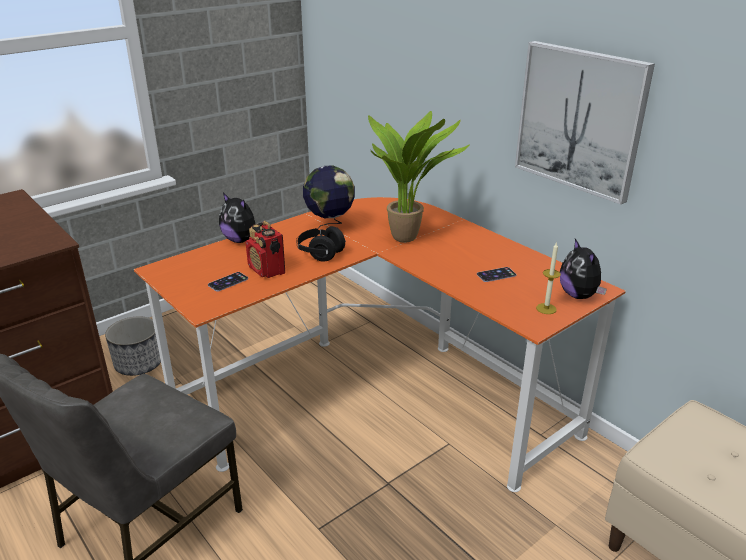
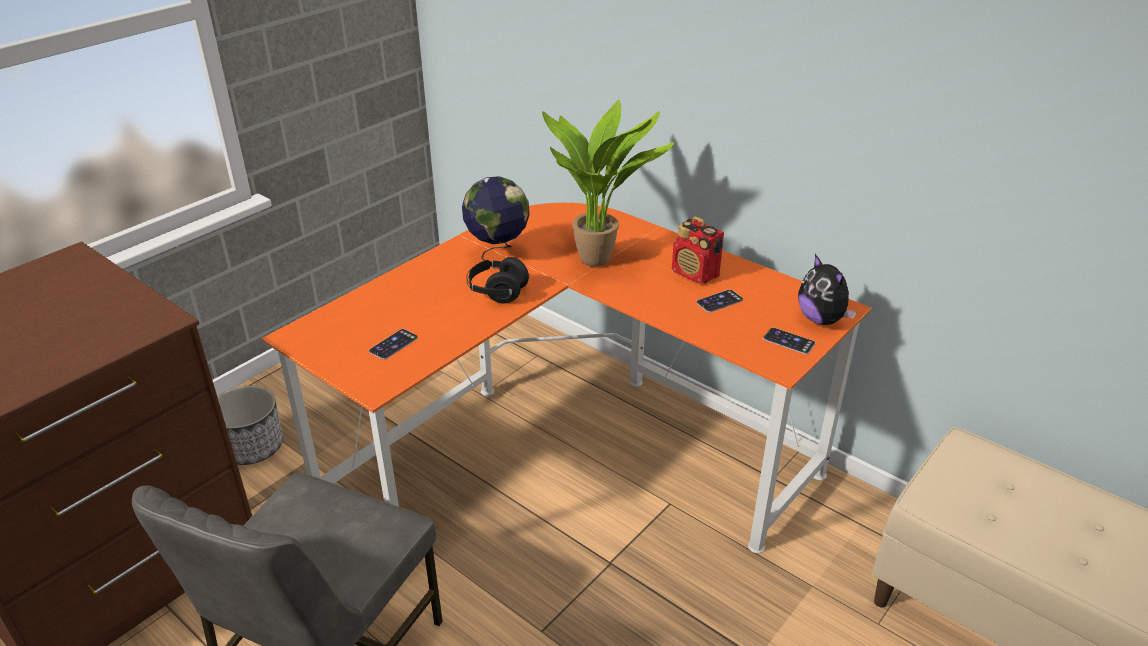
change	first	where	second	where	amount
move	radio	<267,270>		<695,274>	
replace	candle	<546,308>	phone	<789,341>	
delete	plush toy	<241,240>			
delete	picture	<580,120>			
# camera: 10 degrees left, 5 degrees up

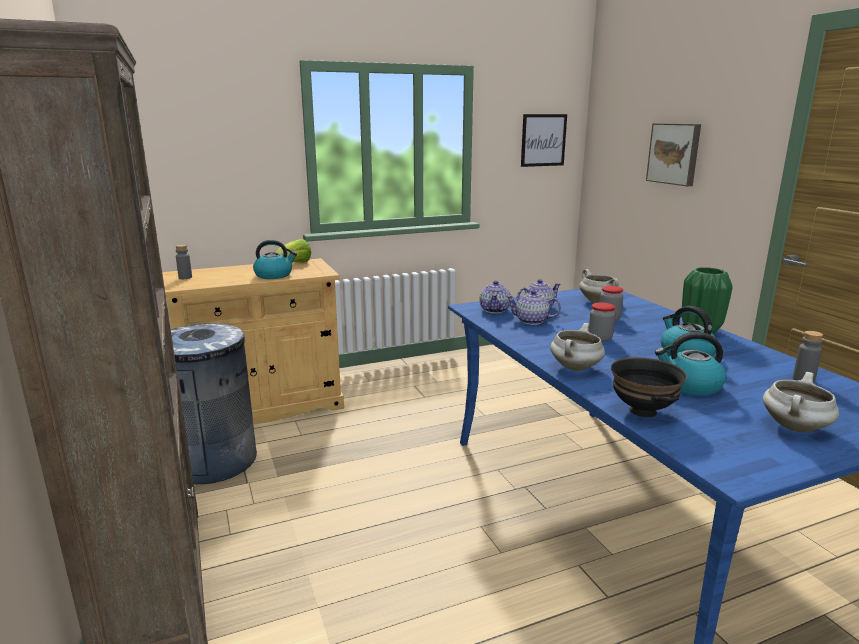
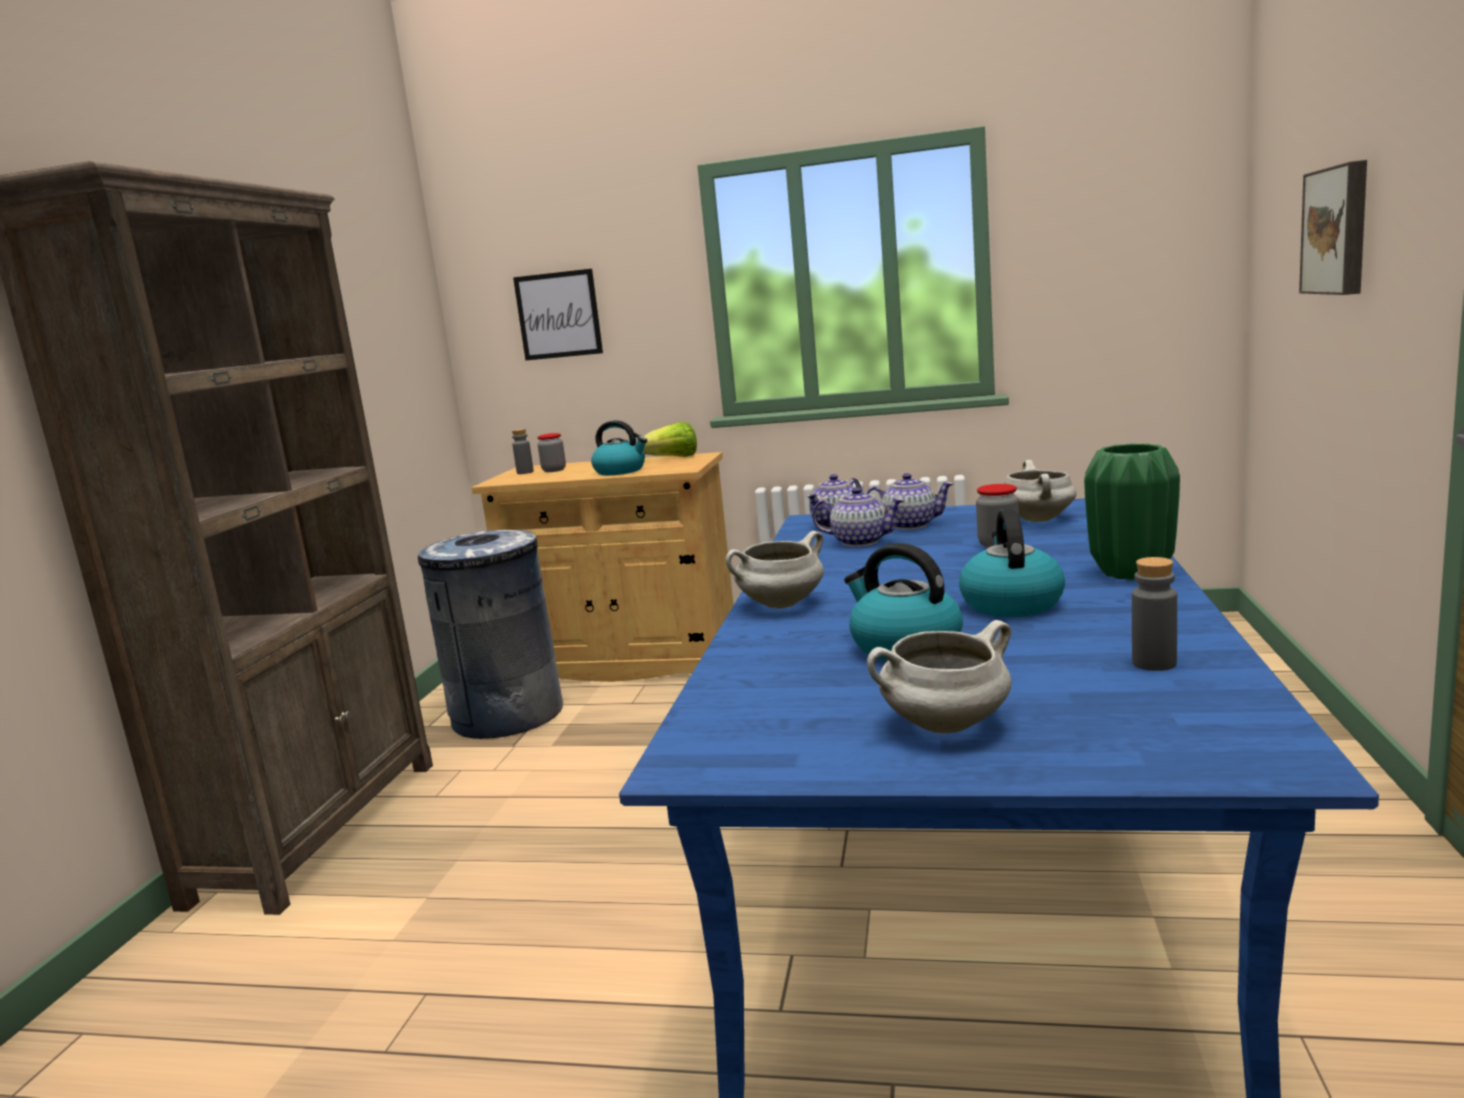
change	first	where	second	where	amount
move	picture	<543,140>		<558,315>	
move	jar	<600,338>		<554,470>	
rotate	teapot	<532,321>		<859,541>	150 degrees clockwise
delete	black bowl	<642,411>			
# camera: 35 degrees right, 5 degrees down

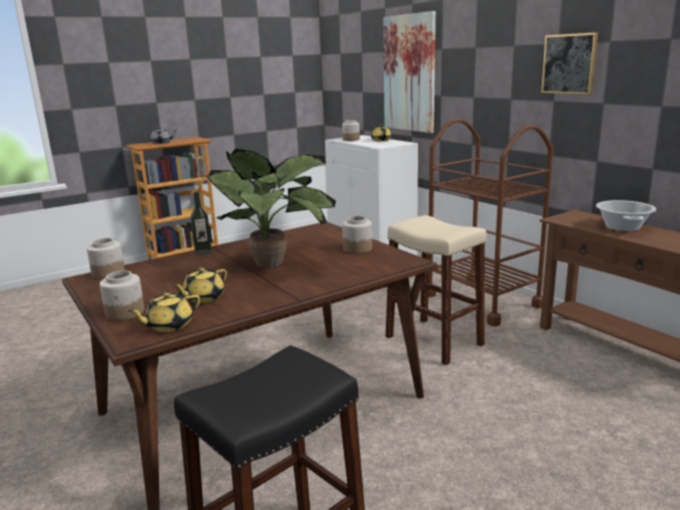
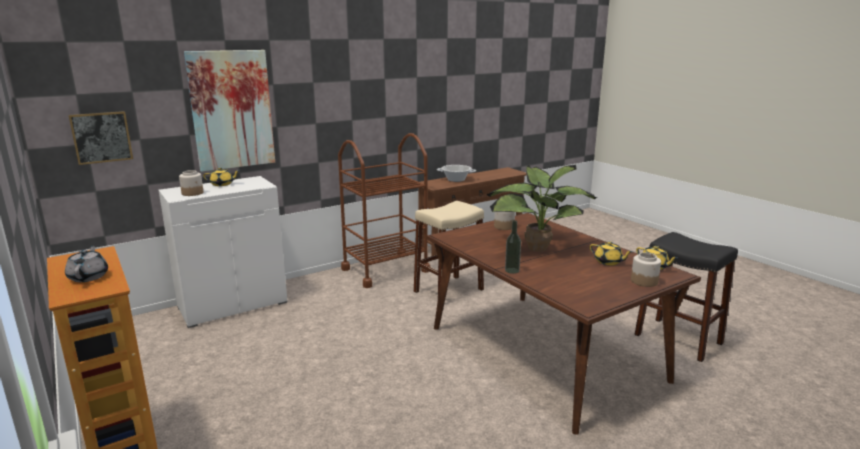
change	first	where	second	where	amount
move	picture	<569,64>		<101,137>	
delete	jar	<108,273>			
# camera: 90 degrees left, 0 degrees up

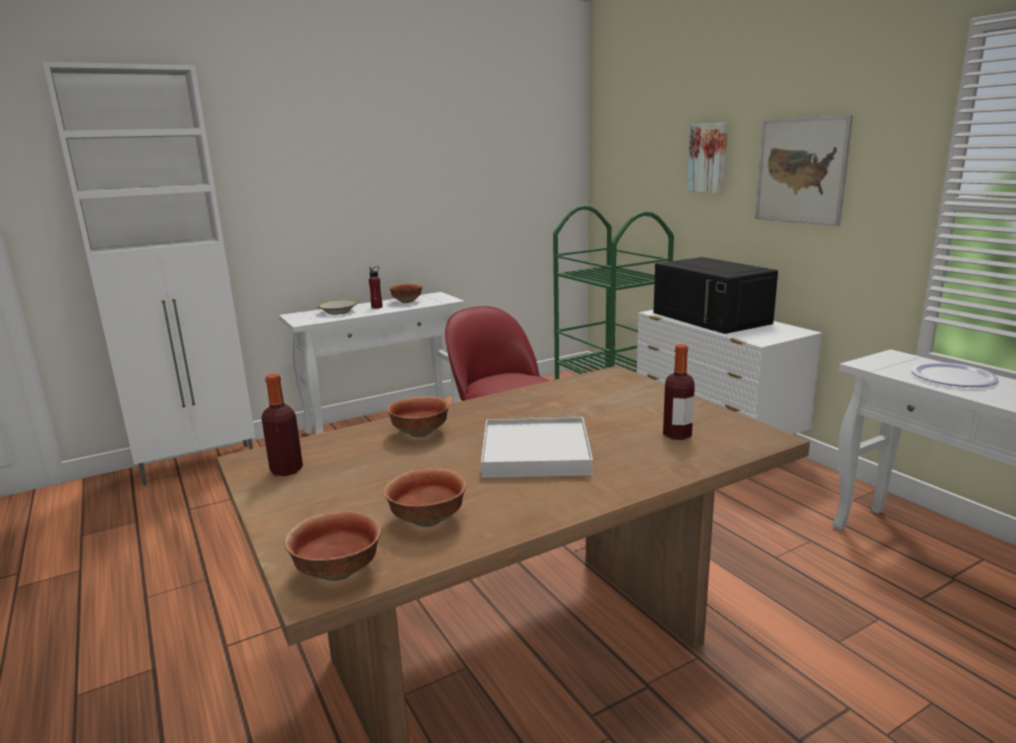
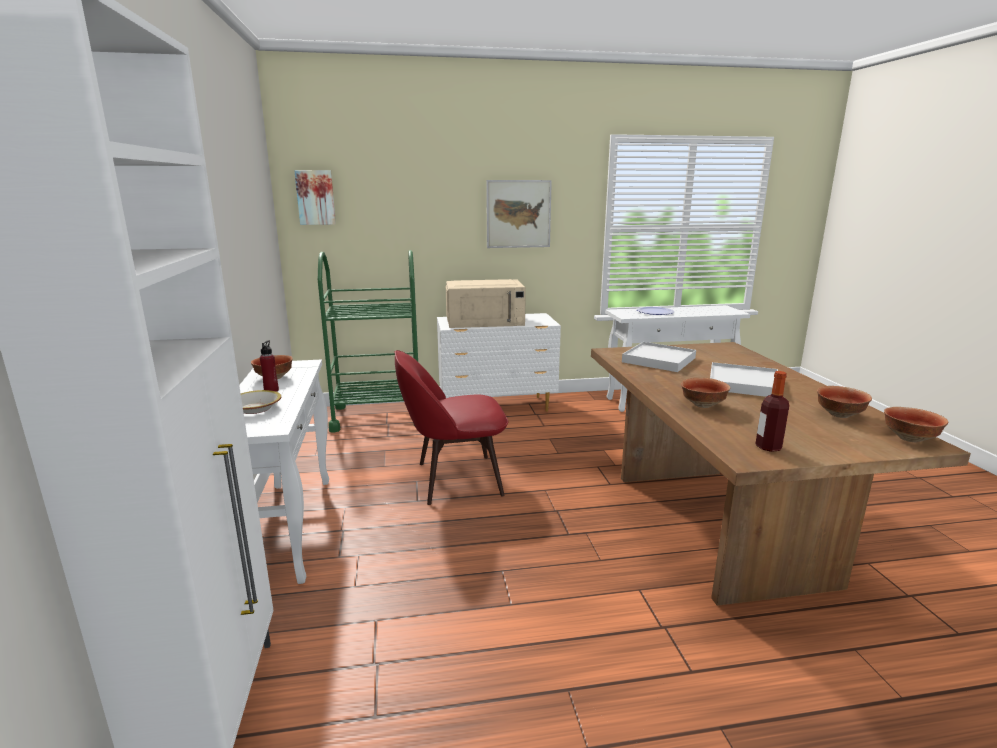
change	first	where	second	where	amount
move	picture	<709,158>		<315,197>	
recolor	black microwave	<712,318>	beige microwave	<485,321>	
insert			white tray	<658,360>	
delete	bottle	<677,435>			
# camera: 70 degrees left, 0 degrees up

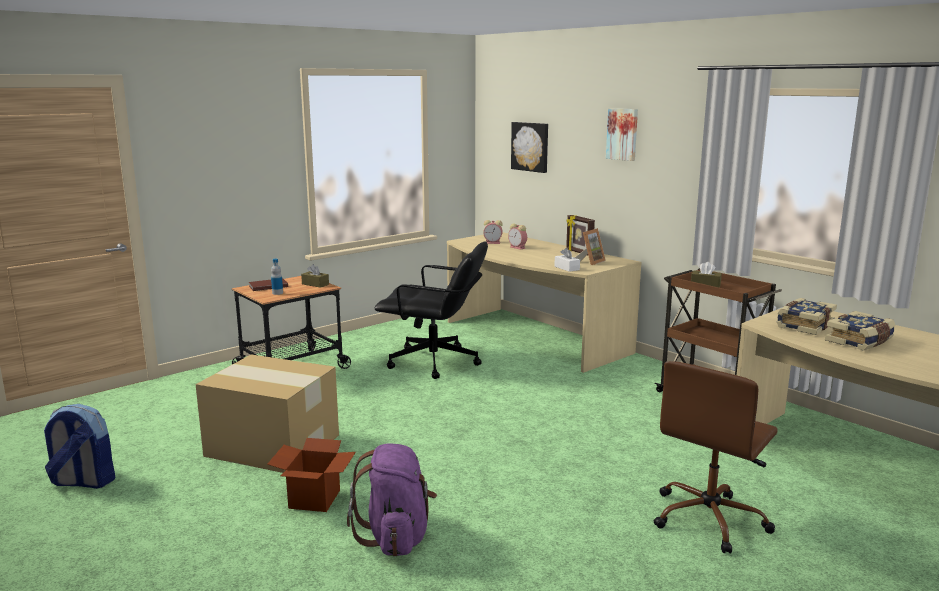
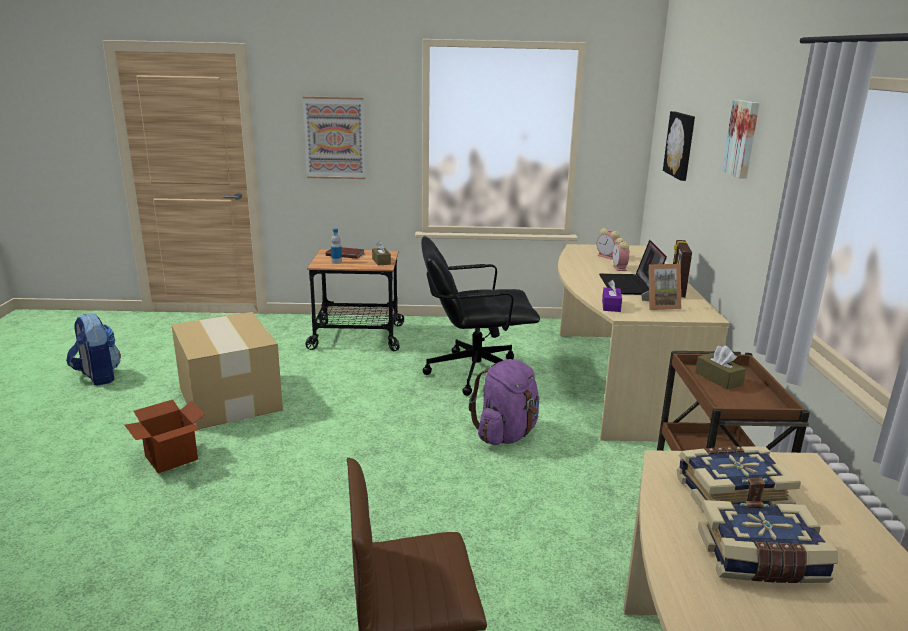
change	first	where	second	where	amount
insert			picture	<334,138>	
rotate	black office chair	<435,362>		<474,372>	120 degrees clockwise
move	purple backpack	<396,537>		<506,434>	
insert			laptop	<630,285>	
recolor	white tissue box	<567,268>	purple tissue box	<611,306>	
# camera: 40 degrees right, 5 degrees up

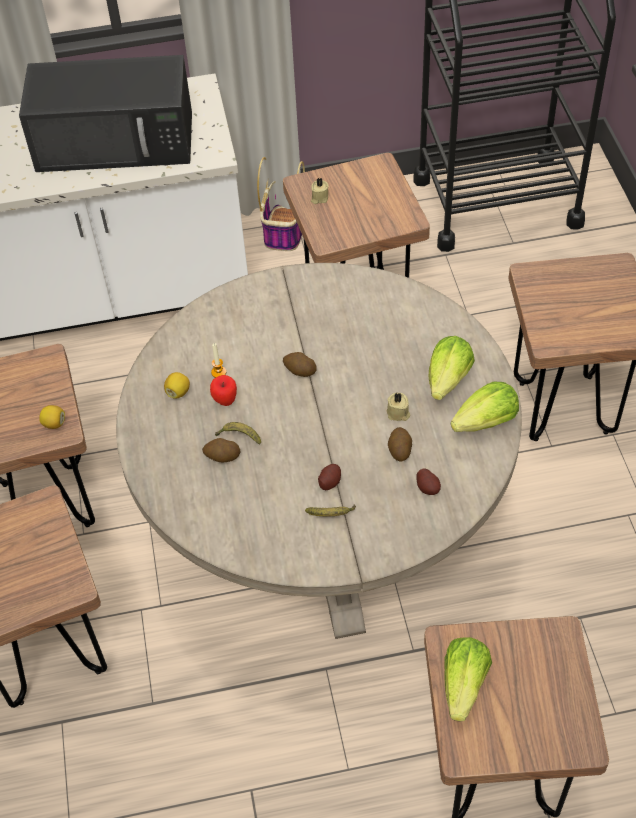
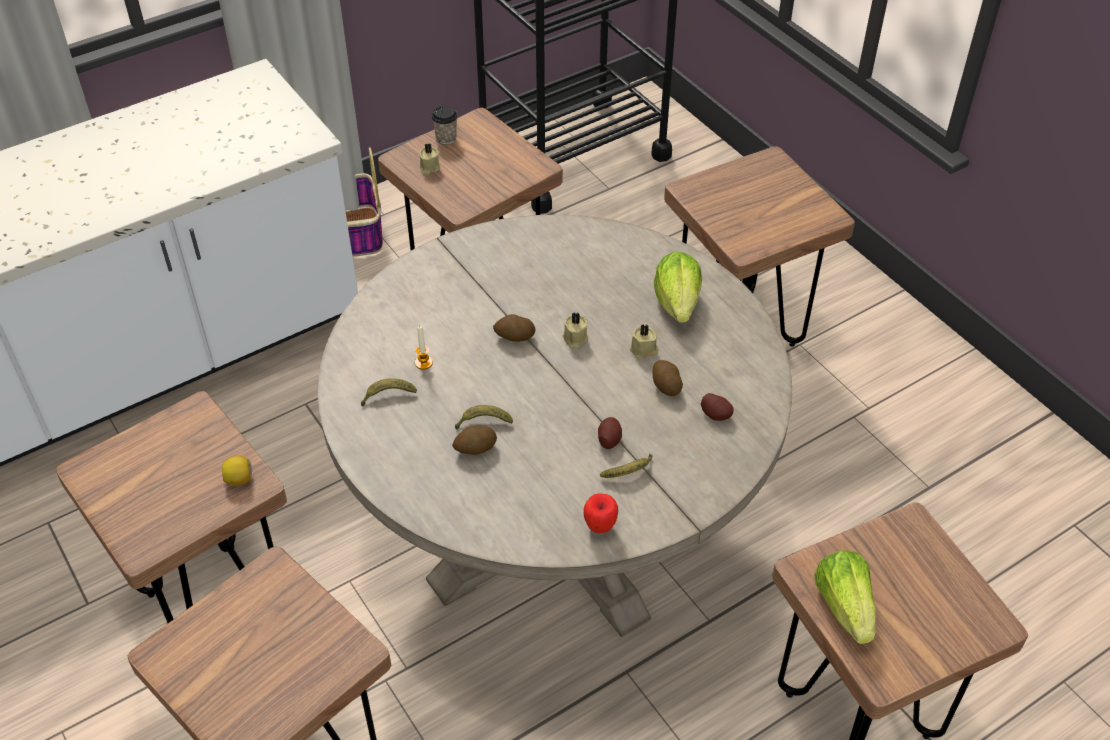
change	first	where	second	where	amount
replace	lemon	<178,392>	banana	<387,396>	
insert			cup	<446,138>	
insert			beige candle	<574,339>	
move	apple	<225,401>		<600,527>	
delete	black microwave	<117,140>			
delete	lettuce	<486,422>			
# camera: 25 degrees left, 5 degrees down

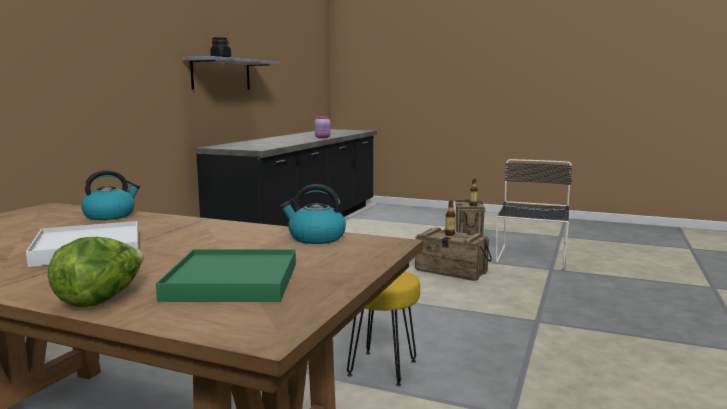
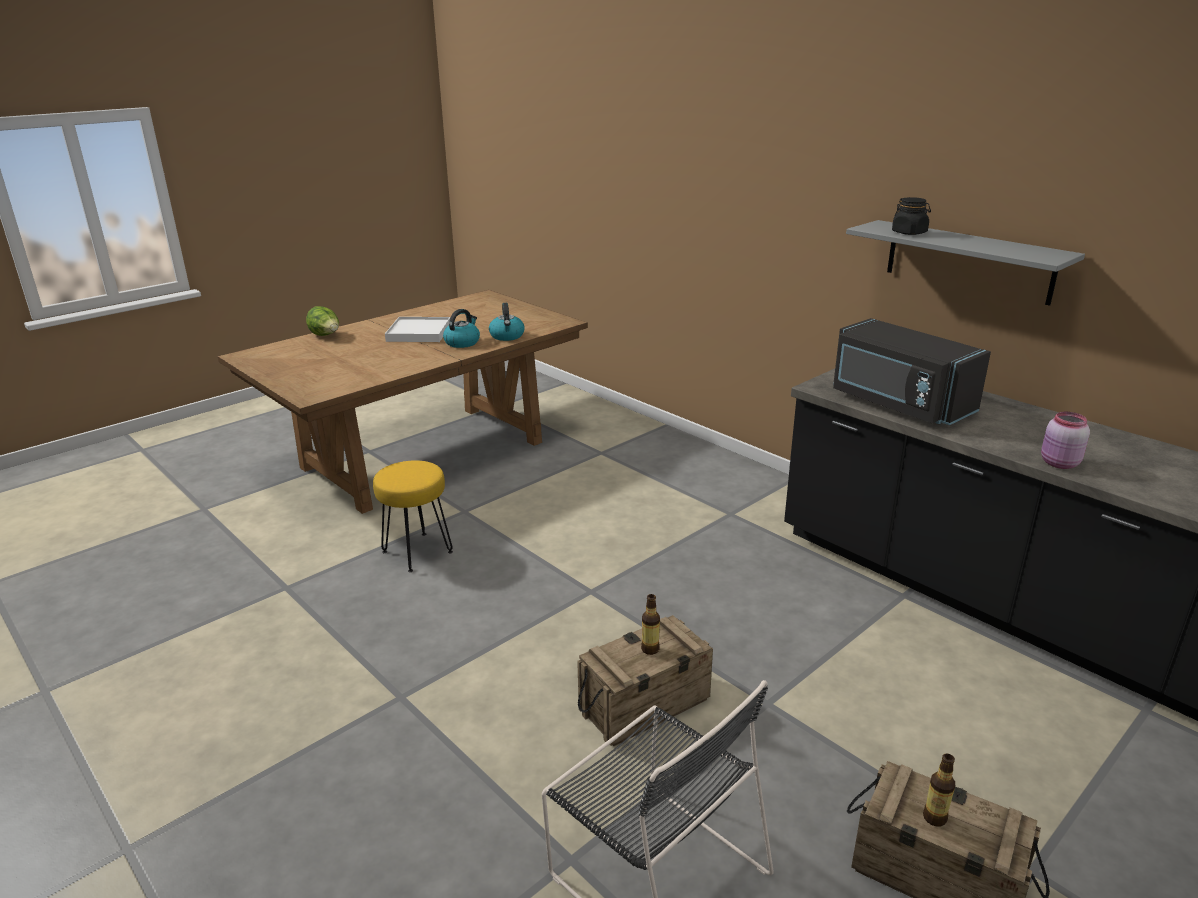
change	first	where	second	where	amount
move	kettle	<316,238>		<462,342>	
insert			black microwave	<898,403>	
delete	green tray	<233,281>			
# camera: 115 degrees right, 15 degrees up

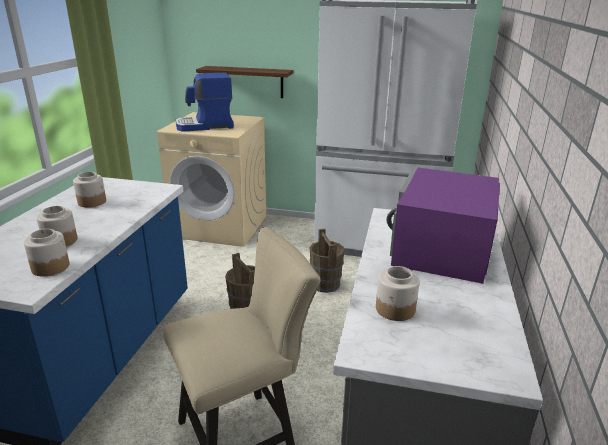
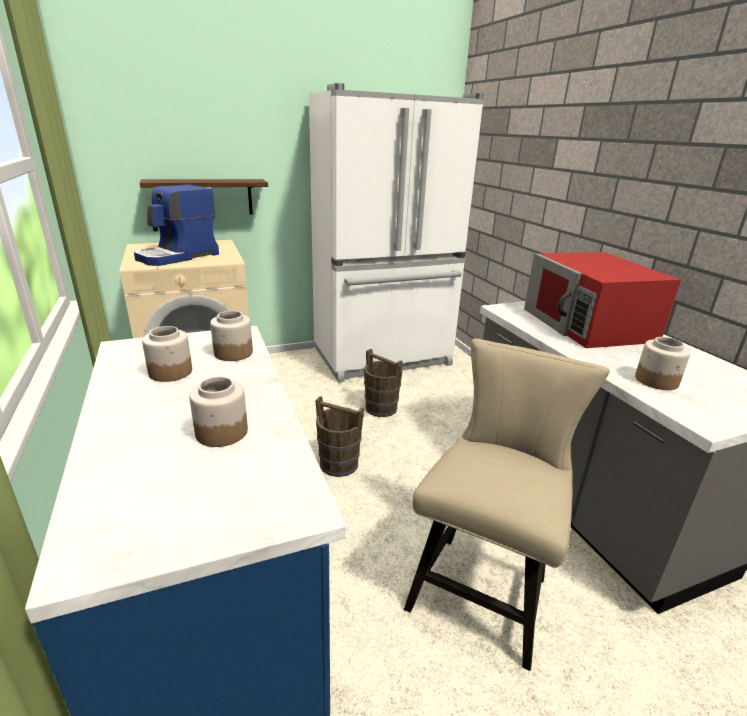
change	first	where	second	where	amount
move	jar	<50,267>		<233,353>	
recolor	purple microwave	<441,248>	red microwave	<588,325>	
# camera: 35 degrees left, 0 degrees up

